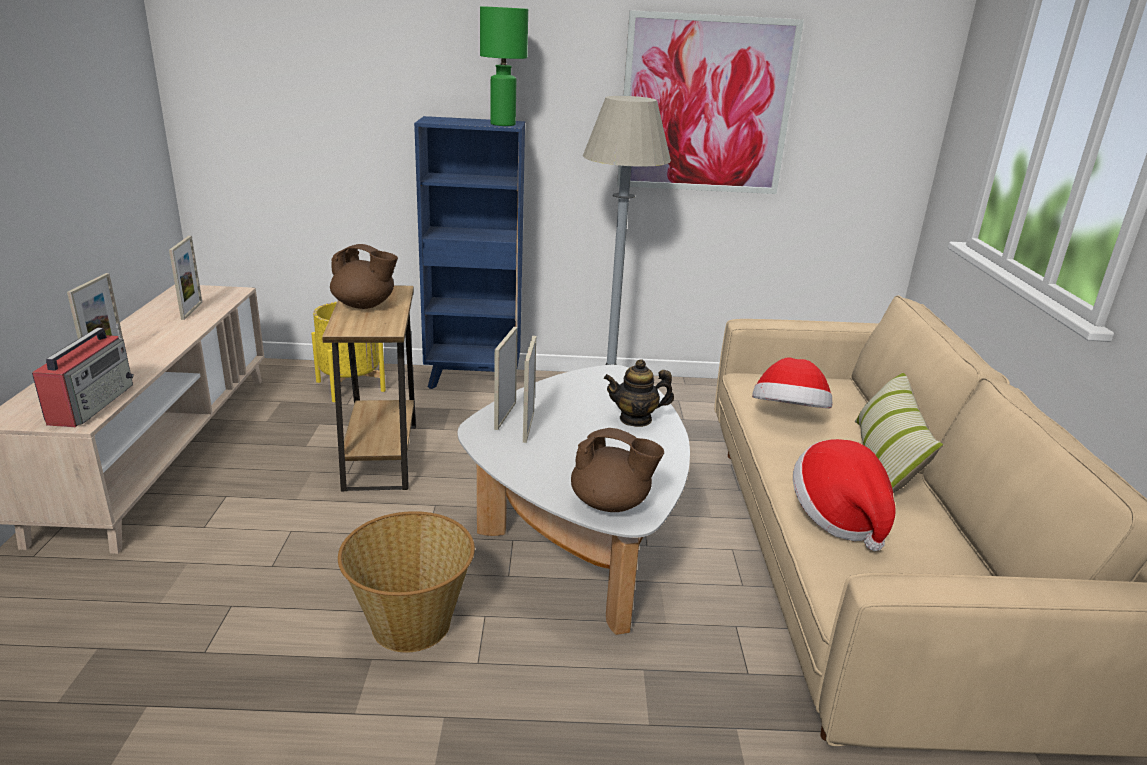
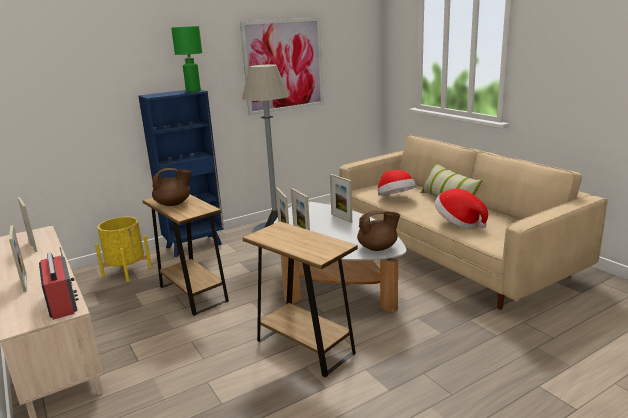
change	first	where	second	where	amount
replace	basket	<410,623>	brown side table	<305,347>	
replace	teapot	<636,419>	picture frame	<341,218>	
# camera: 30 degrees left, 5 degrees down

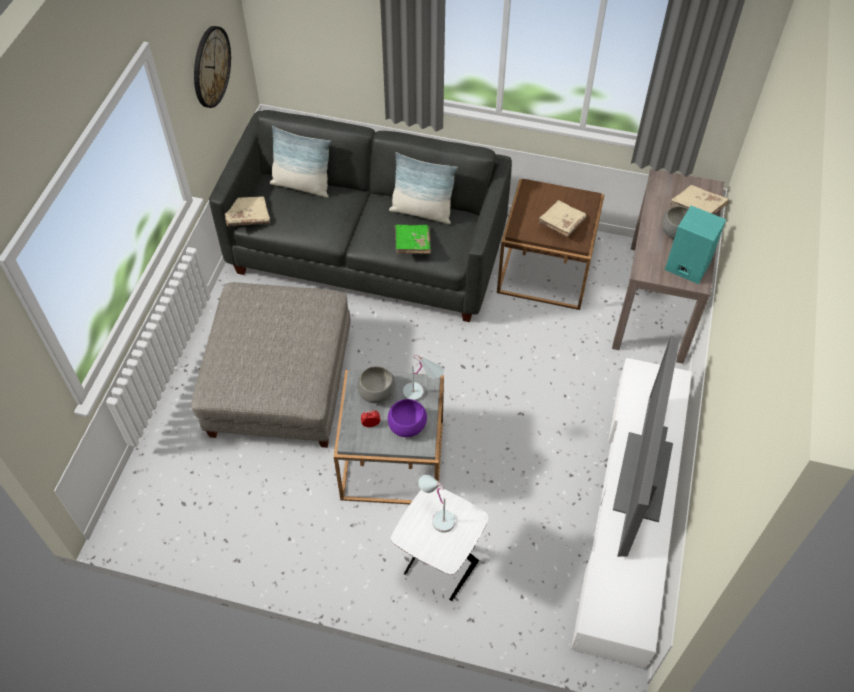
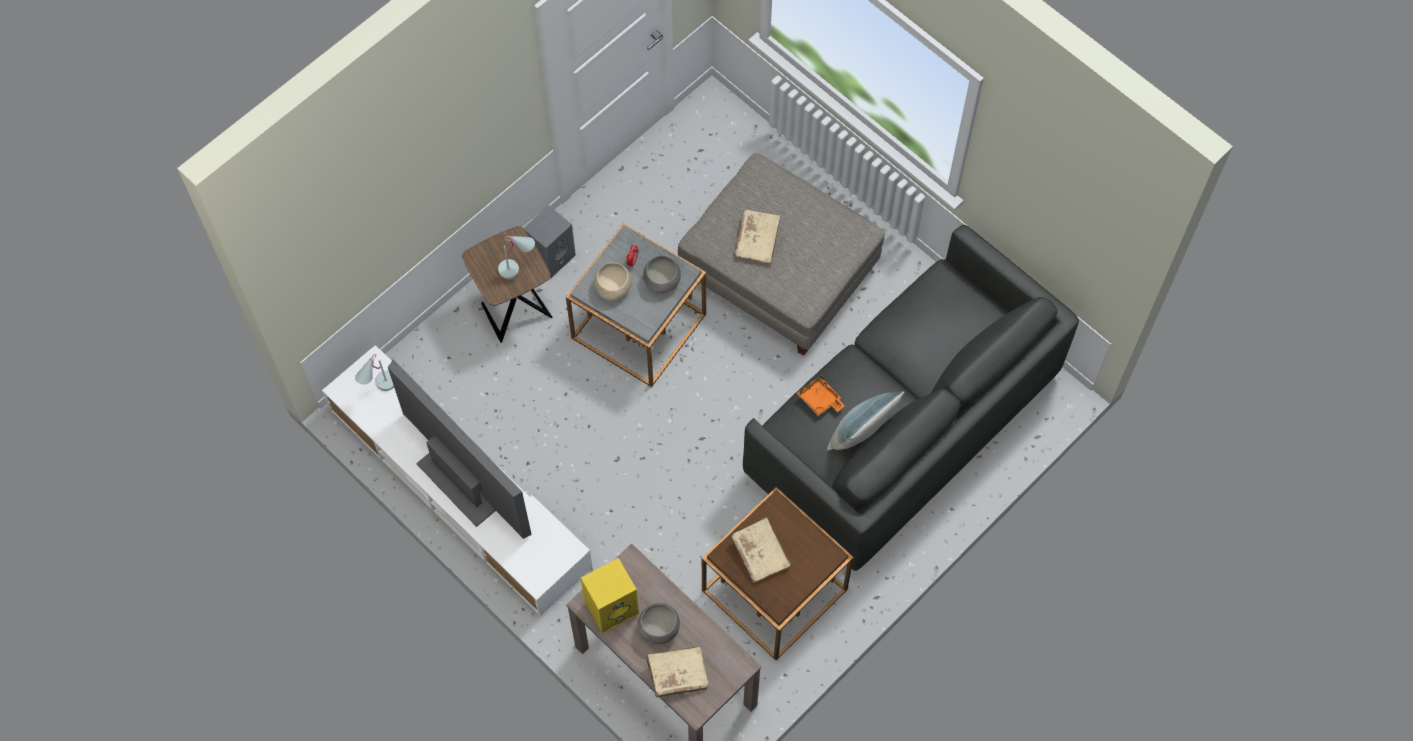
change	first	where	second	where	amount
move	white table lamp	<422,394>		<379,388>	
recolor	white side table	<439,569>	brown side table	<514,310>	
insert			grey speaker	<551,256>	
recolor	turquoise speaker	<686,266>	yellow speaker	<612,606>	
recolor	purple bowl	<407,426>	beige bowl	<613,287>	
move	beige book	<246,216>		<757,241>	
replace	green book	<412,245>	orange tray	<820,400>	
delete	wall clock	<211,67>			
delete	pillow	<302,185>			
# camera: 120 degrees right, 10 degrees up

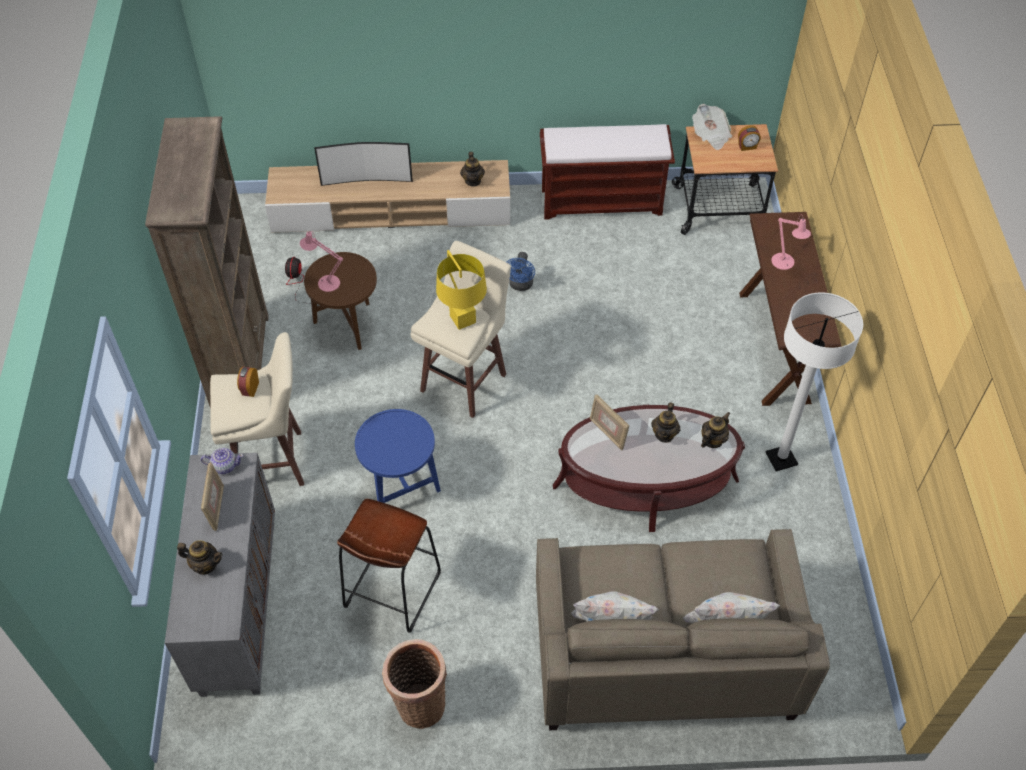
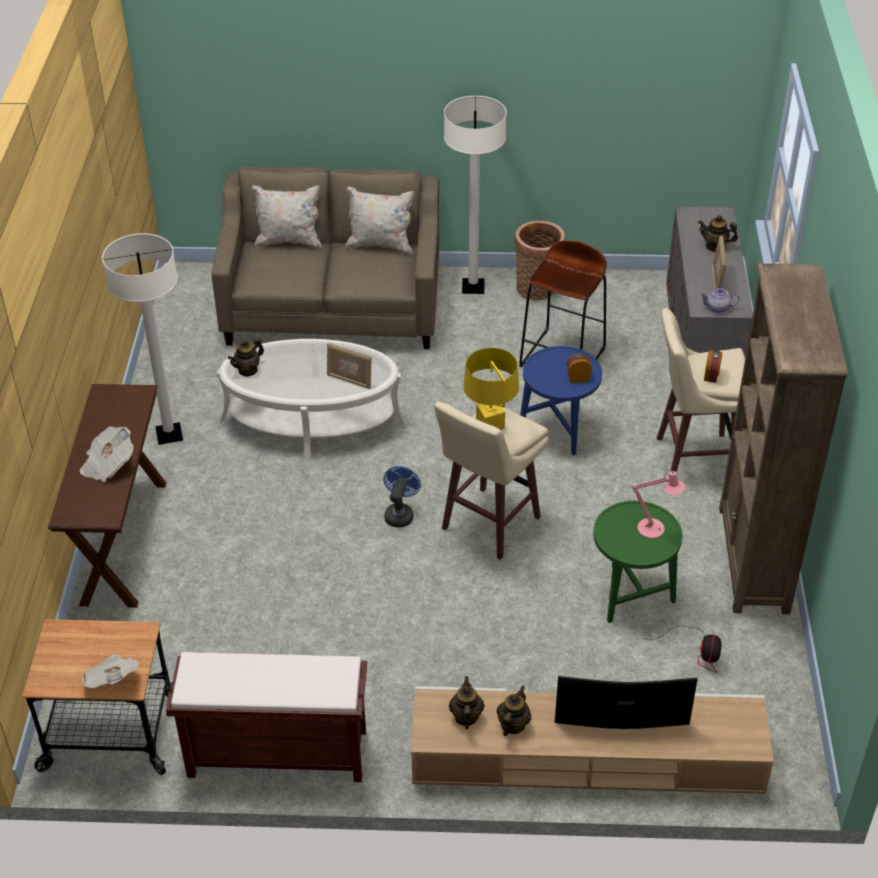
change	first	where	second	where	amount
replace	pink table lamp	<784,263>	newspaper	<108,465>	
recolor	brown coffee table	<646,483>	white coffee table	<312,422>	
rotate	picture frame	<607,433>		<349,380>	150 degrees clockwise
move	blue fan	<520,285>		<400,513>	
insert			white floor lamp	<473,287>	
move	teapot	<664,434>		<512,725>	
move	alarm clock	<747,147>		<578,378>	
recolor	brown side table	<348,326>	green side table	<630,593>	
# camera: 175 degrees left, 10 degrees down

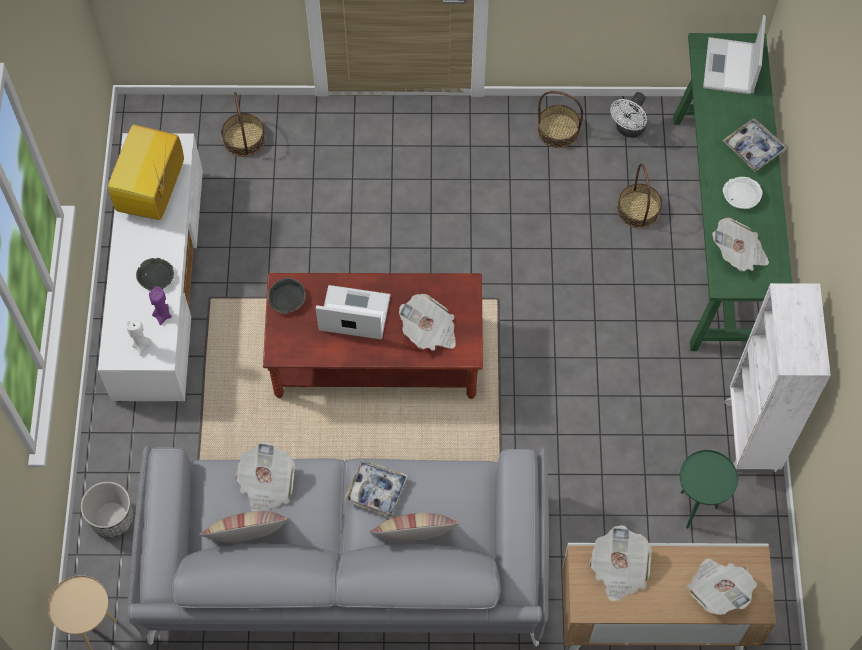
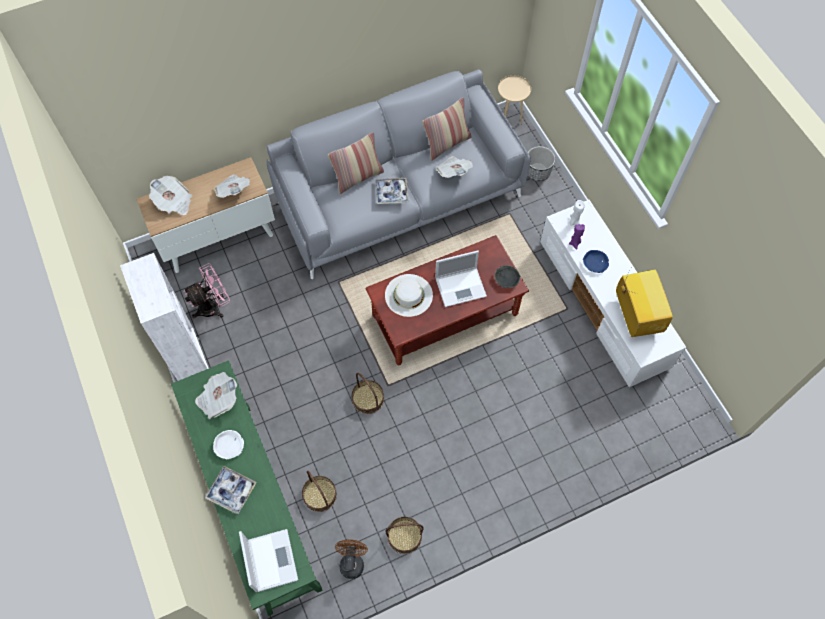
change	first	where	second	where	amount
replace	green side table	<695,508>	pink fan	<213,306>	
recolor	white fan	<628,129>	brown fan	<352,561>	
move	basket	<244,139>		<367,399>	
replace	newspaper	<429,331>	white hat	<408,295>	
recolor	grey bowl	<156,277>	blue bowl	<595,263>	
# camera: 155 degrees right, 0 degrees up

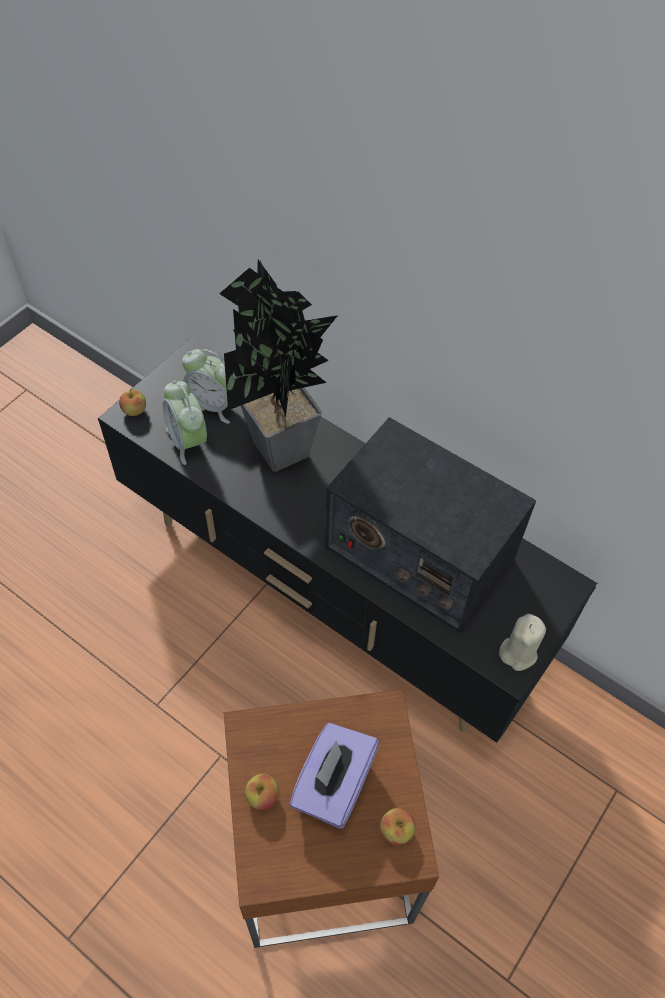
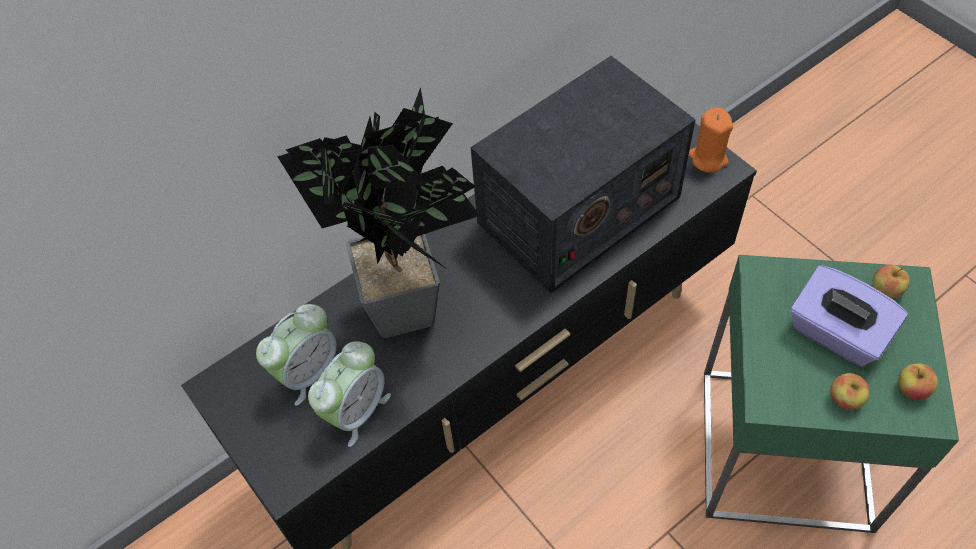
change	first	where	second	where	amount
rotate	alarm clock	<188,441>		<356,411>	45 degrees counterclockwise
recolor	beige candle	<518,652>	orange candle	<707,158>	
recolor	brown side table	<323,852>	green side table	<784,448>	
move	apple	<134,411>		<911,389>	
# camera: 70 degrees left, 0 degrees up

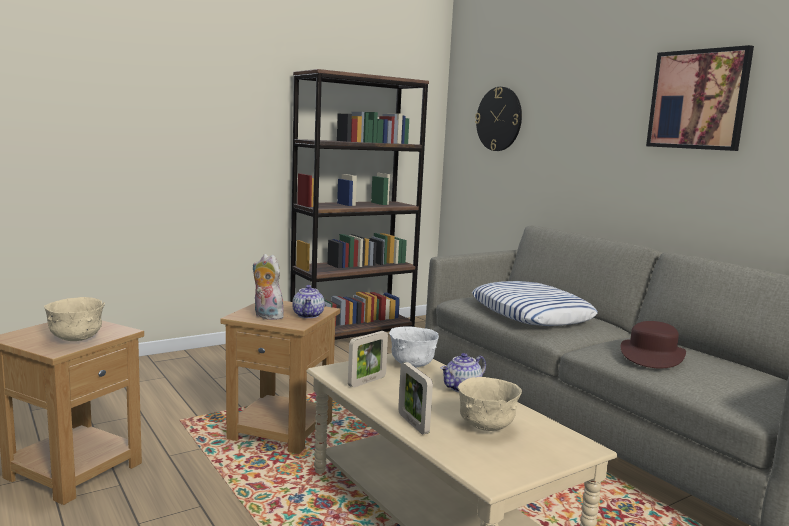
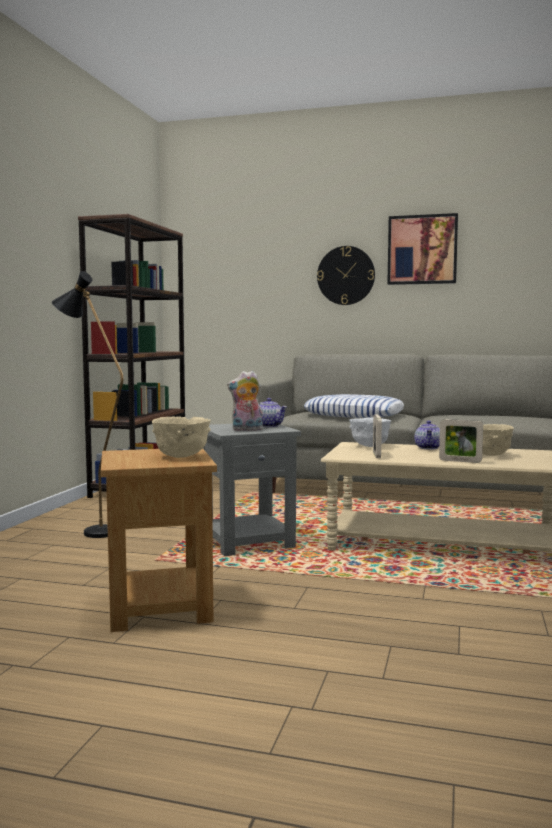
change	first	where	second	where	amount
insert			black floor lamp	<91,531>	
recolor	brown side table	<282,431>	grey side table	<248,542>	
move	wall clock	<499,119>		<346,275>	
delete	brown hat	<652,355>			
# camera: 40 degrees left, 5 degrees down

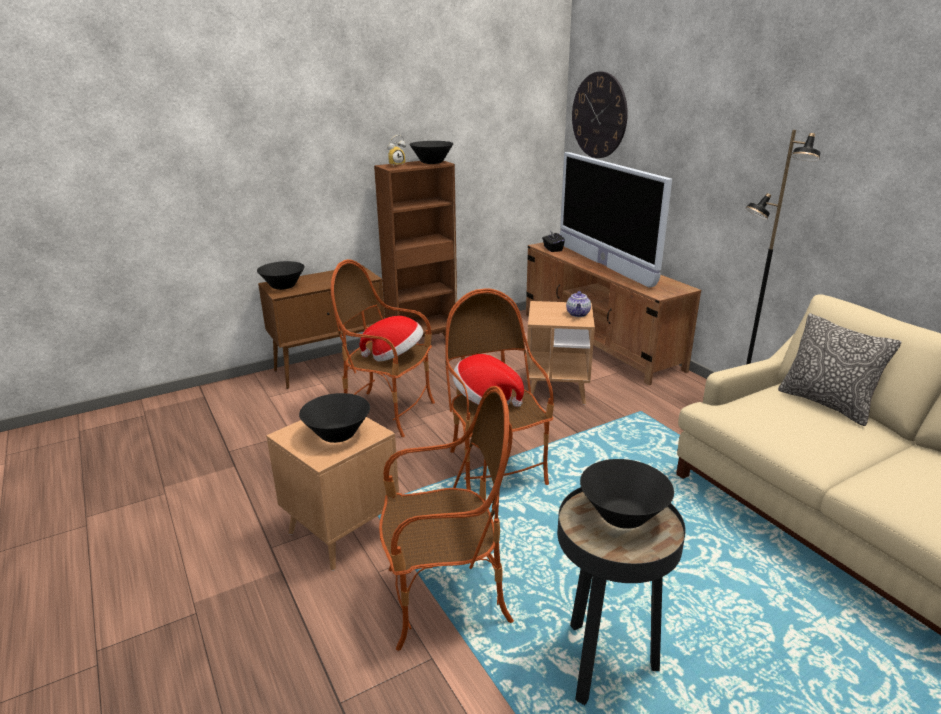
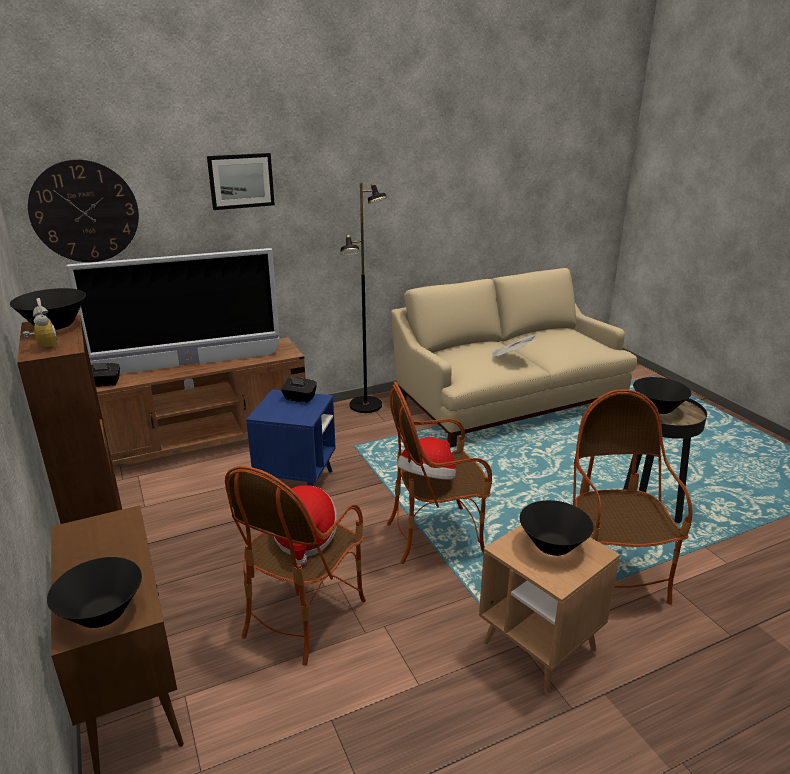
change	first	where	second	where	amount
insert			picture	<241,181>	
recolor	brown side table	<556,390>	blue side table	<297,484>	
replace	teapot	<578,314>	black tissue box	<299,398>	
insert			newspaper	<510,357>	
delete	pillow	<826,403>			
# camera: 85 degrees left, 0 degrees up

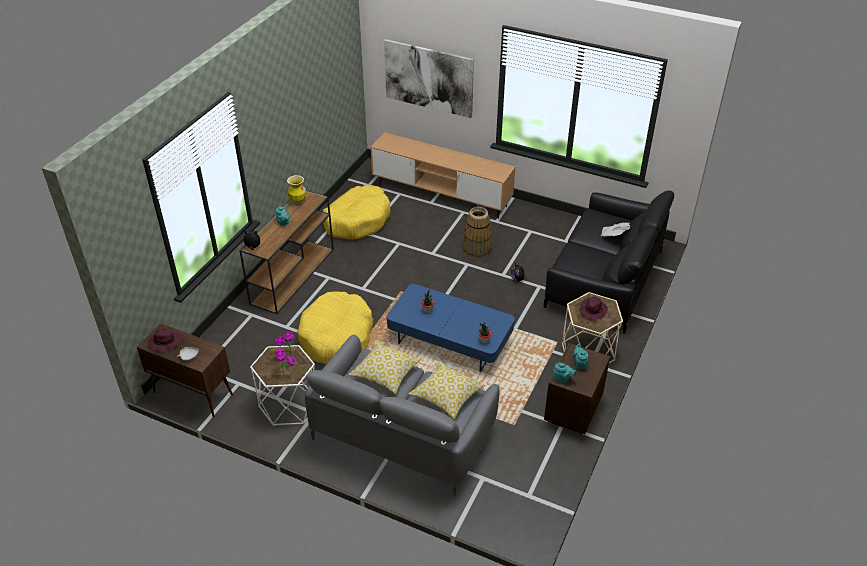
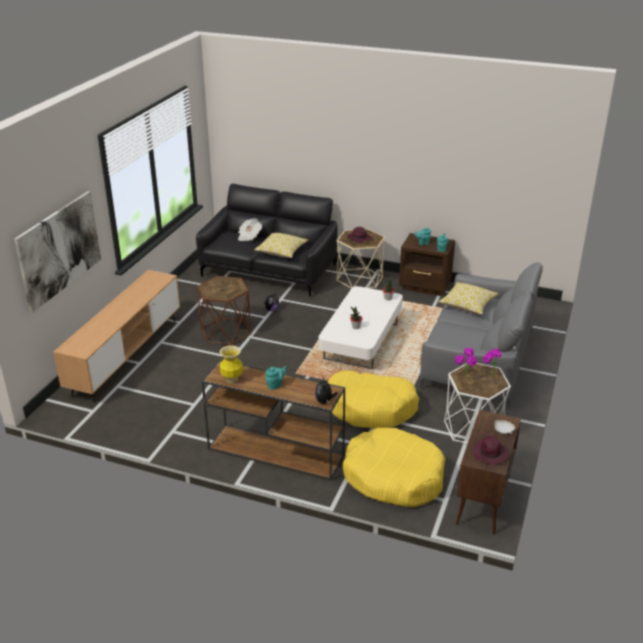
change	first	where	second	where	amount
replace	basket	<477,249>	brown side table	<226,331>	
move	pillow	<385,373>		<281,252>	
recolor	blue coffee table	<450,340>	white coffee table	<361,342>	
move	yellow dog bed	<357,220>		<393,477>	
# camera: 95 degrees left, 10 degrees down

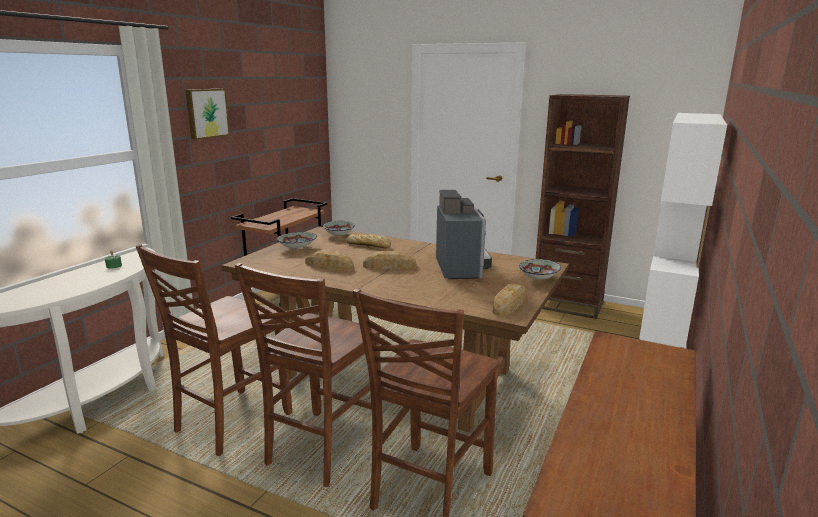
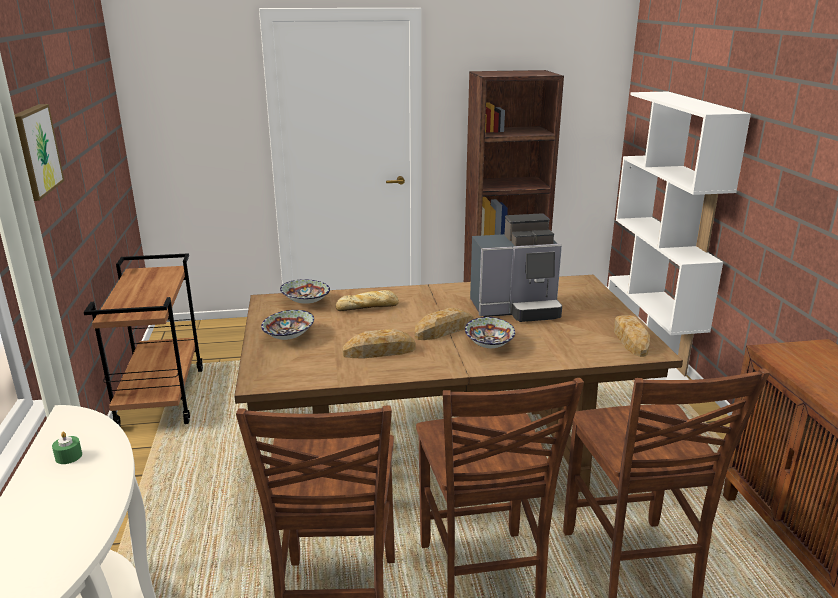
change	first	where	second	where	amount
move	bowl	<538,278>		<488,345>	
rotate	coffee machine	<462,268>		<516,309>	120 degrees clockwise
# camera: 35 degrees left, 5 degrees up

